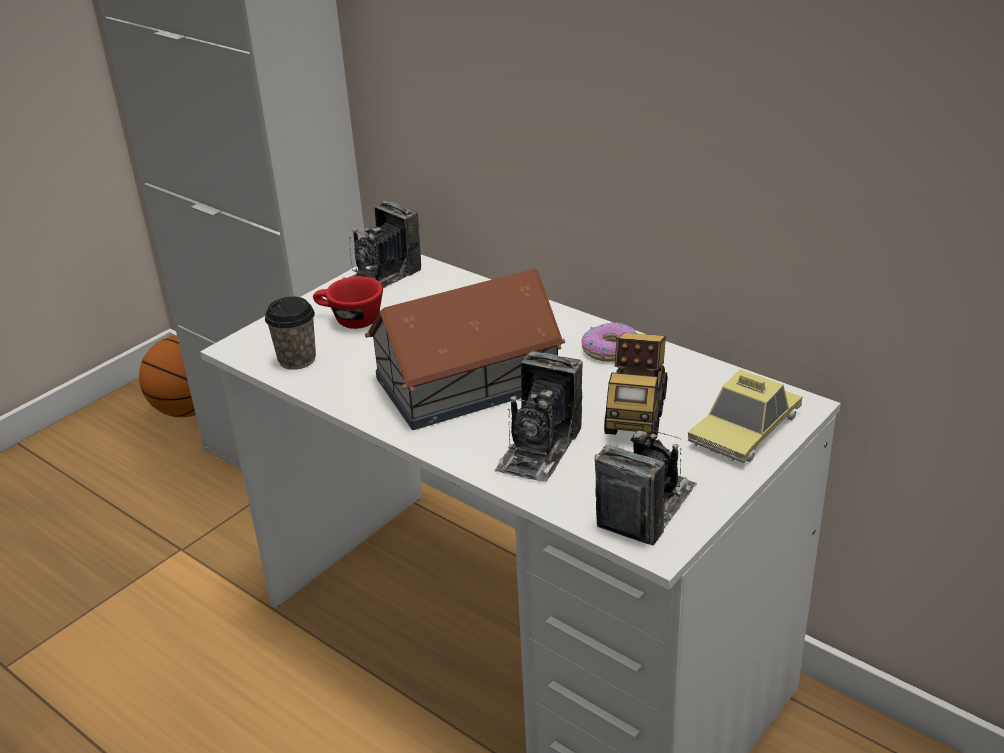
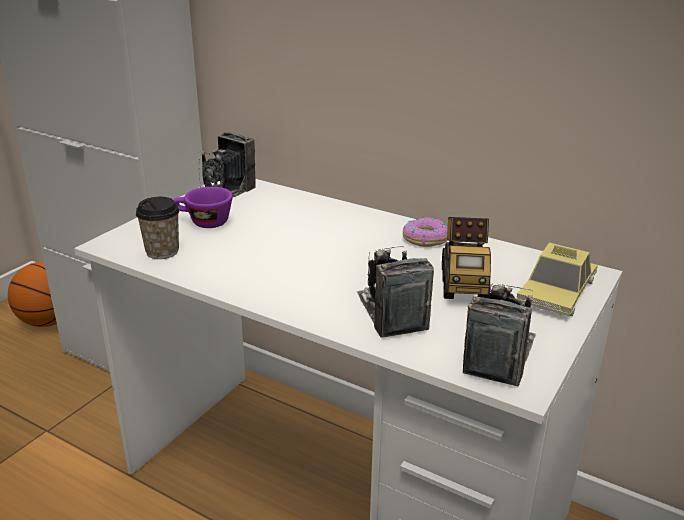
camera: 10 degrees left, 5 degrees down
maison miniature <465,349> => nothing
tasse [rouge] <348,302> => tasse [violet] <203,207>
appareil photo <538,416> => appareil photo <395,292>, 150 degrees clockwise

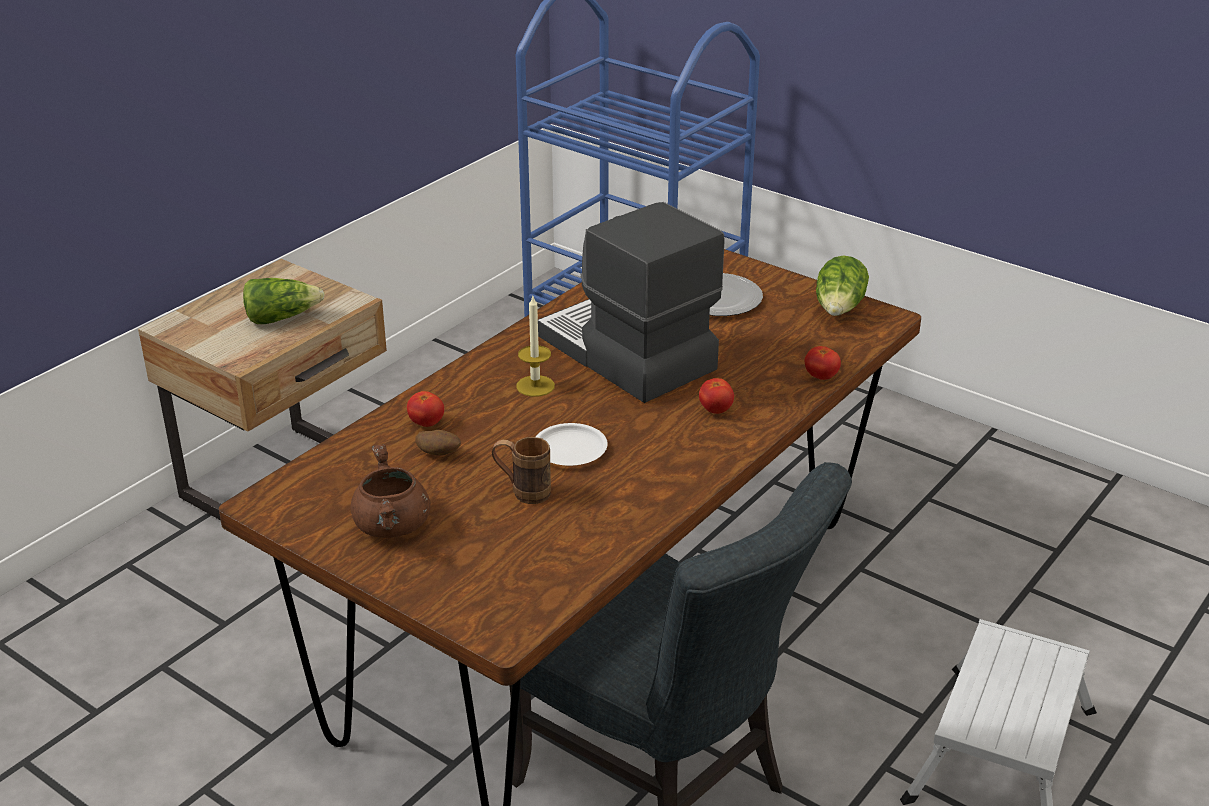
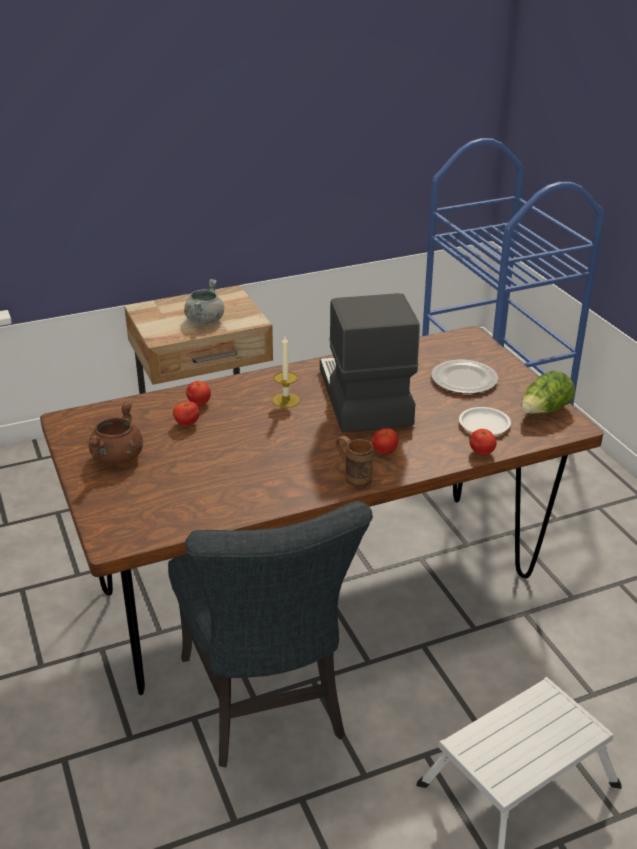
camera: 30 degrees right, 0 degrees up
laitue <284,301> => marmite [gris] <204,301>
assiette [blanc] <572,444> => assiette [blanc] <485,421>, relocated
pomme de terre <438,443> => tomate <186,413>
mug [marron] <521,470> => mug [marron] <354,461>, relocated

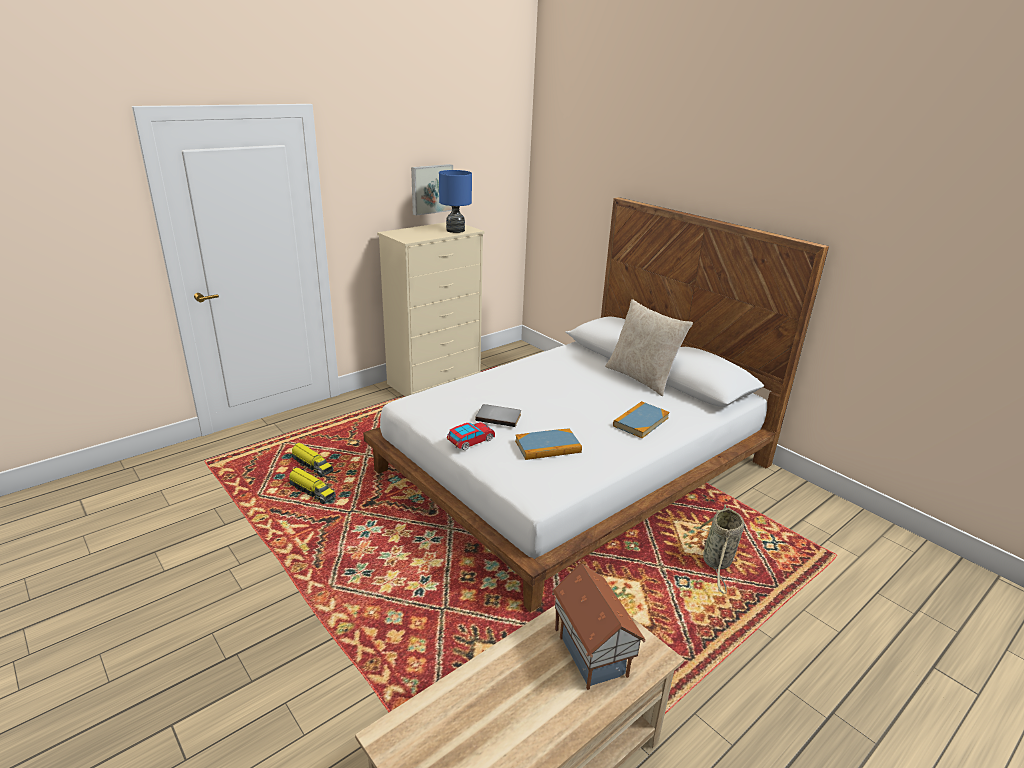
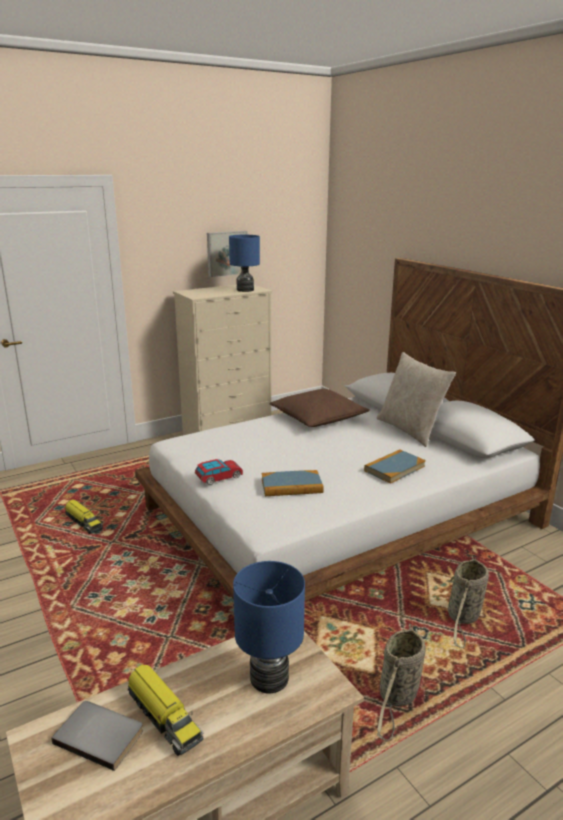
camera: 10 degrees right, 5 degrees down
livre [gris] <498,415> => livre [gris] <97,736>, relocated
camion jouet <313,460> => camion jouet <165,710>, relocated
maison miniature <598,626> => lampe de table [bleu] <269,627>
nothing => coussin [marron] <319,408>
nothing => panier <401,682>

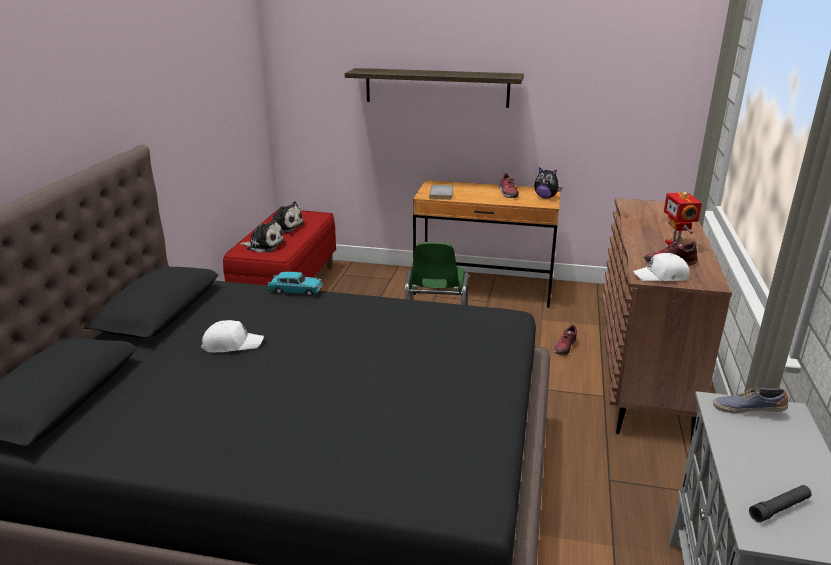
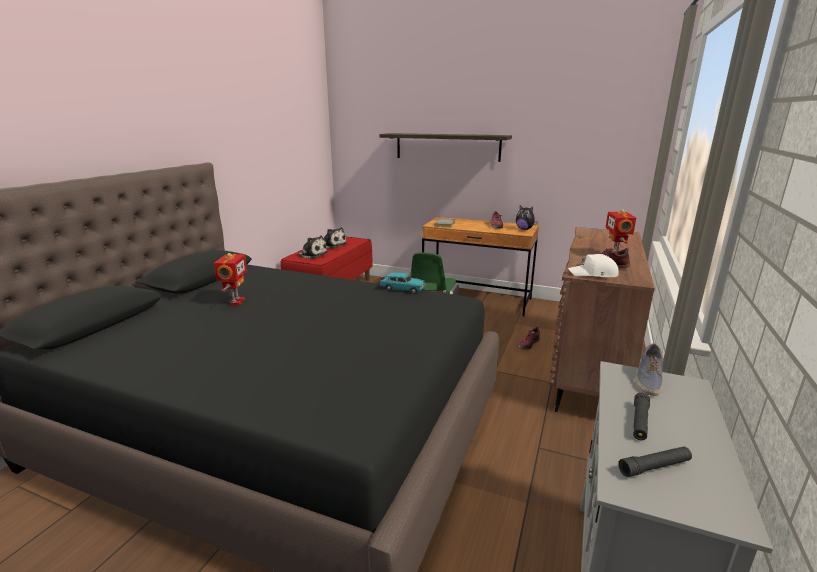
camera: 10 degrees right, 5 degrees down
petite voiture [turquoise] <295,284> => petite voiture [turquoise] <402,283>, relocated
casquette [blanc] <232,336> => robot jouet <230,279>
chaussure <750,400> => chaussure <649,369>, 90 degrees counterclockwise
nothing => lampe de poche [noir] <641,416>

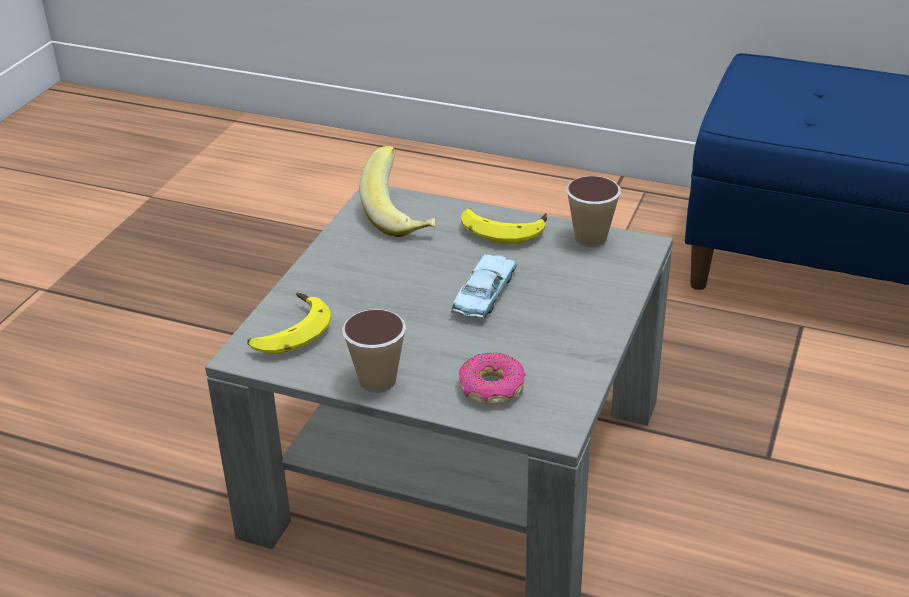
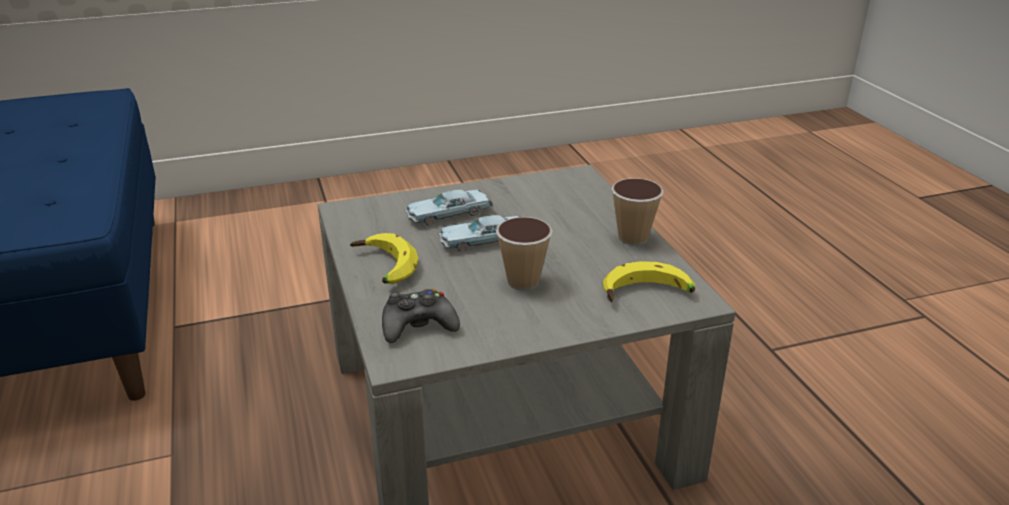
camera: 130 degrees left, 5 degrees down
banane <397,191> => manette [noir] <421,316>
tasse <594,211> => tasse <524,254>, relocated
beignet <492,378> => nothing
nothing => petite voiture [bleu] <449,207>

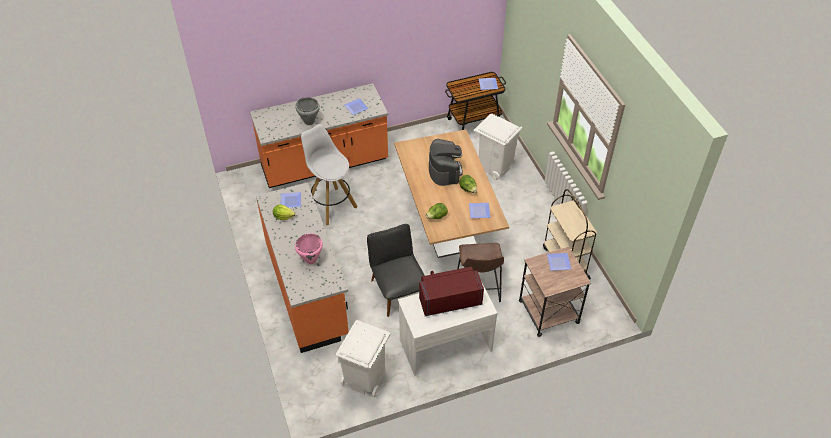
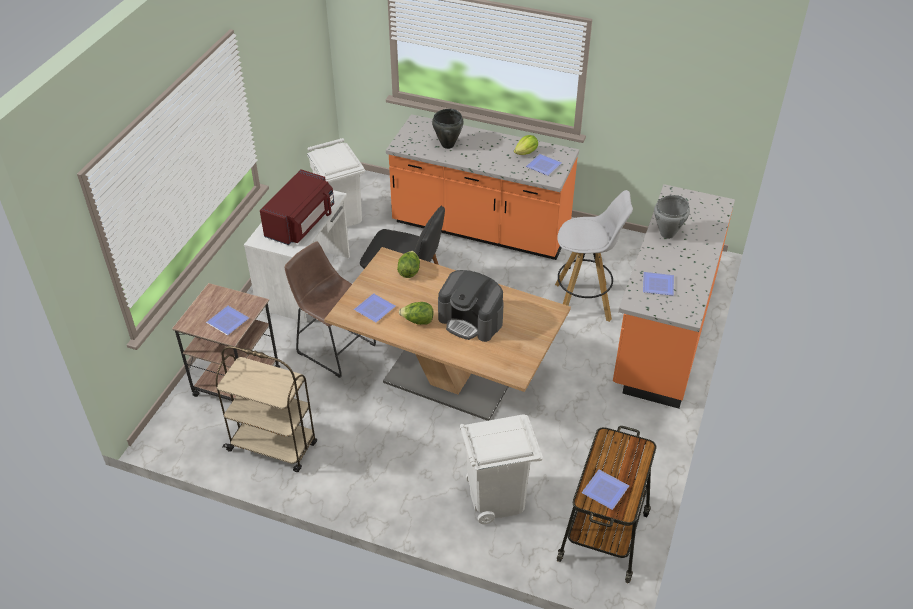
camera: 130 degrees right, 5 degrees down
marmite [rose] <309,248> => marmite [noir] <448,129>

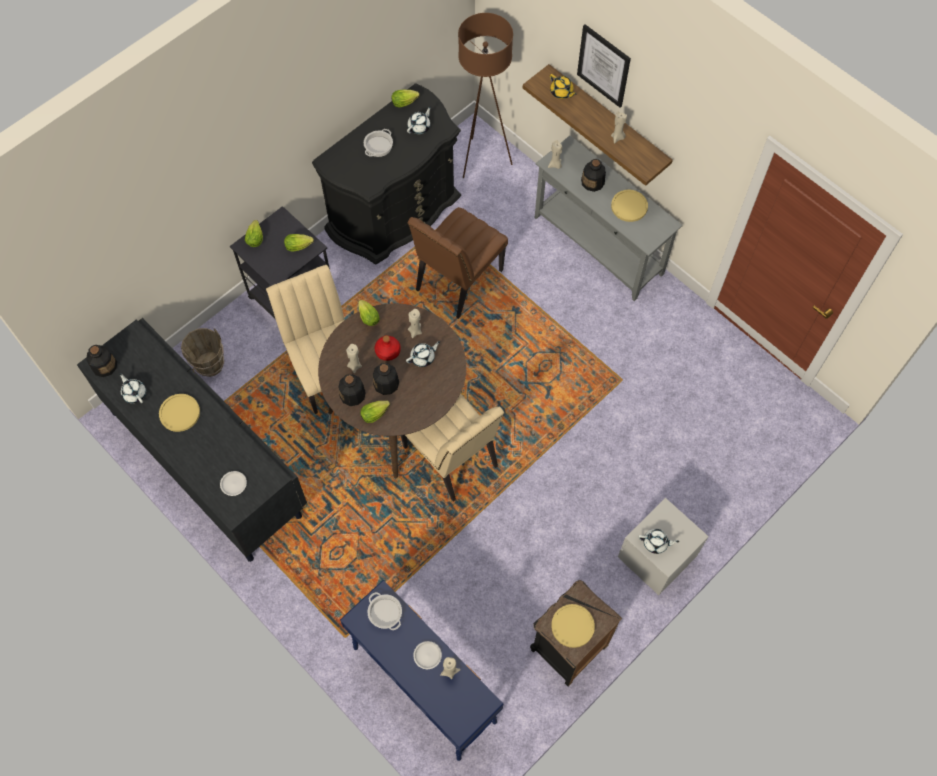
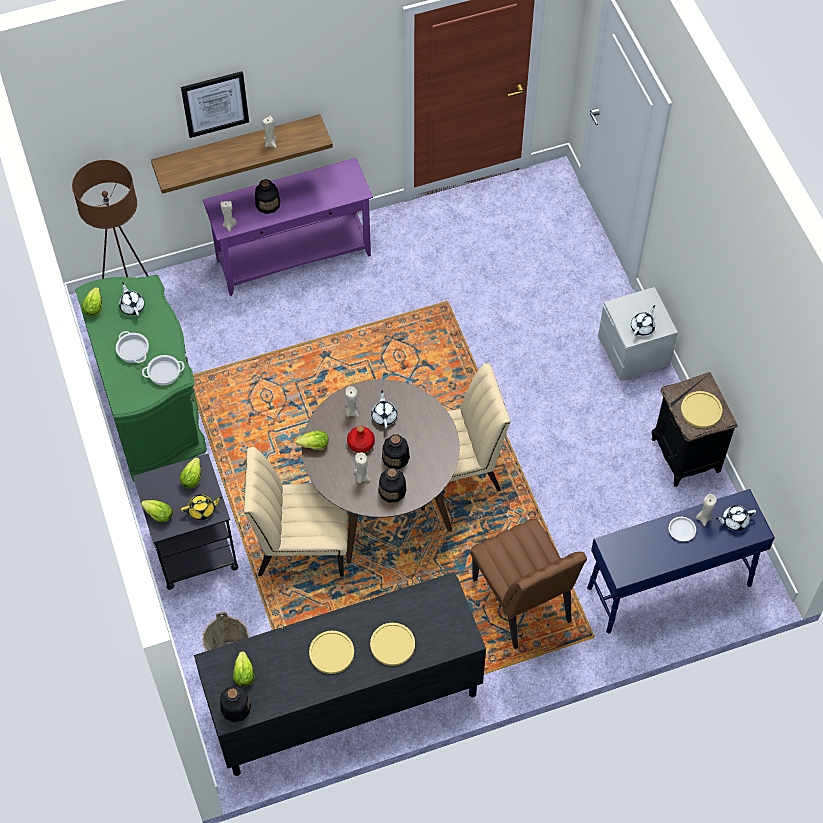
camera: 65 degrees left, 5 degrees down
théière [jaune] <563,86> => théière [jaune] <201,507>, relocated
commode [noir] <386,174> => commode [vert] <141,378>
table console [gris] <609,218> => table console [violet] <288,227>
assiette [jaune] <629,206> => assiette [jaune] <392,644>, relocated
chaise [marron] <458,263> => chaise [marron] <528,584>, relocated
théière [blanc] <132,388> => théière [blanc] <736,518>, relocated
laitue <375,412> => laitue <243,668>, relocated
assiette [blanc] <233,483> => nothing
marmite <384,611> => marmite <163,370>, relocated

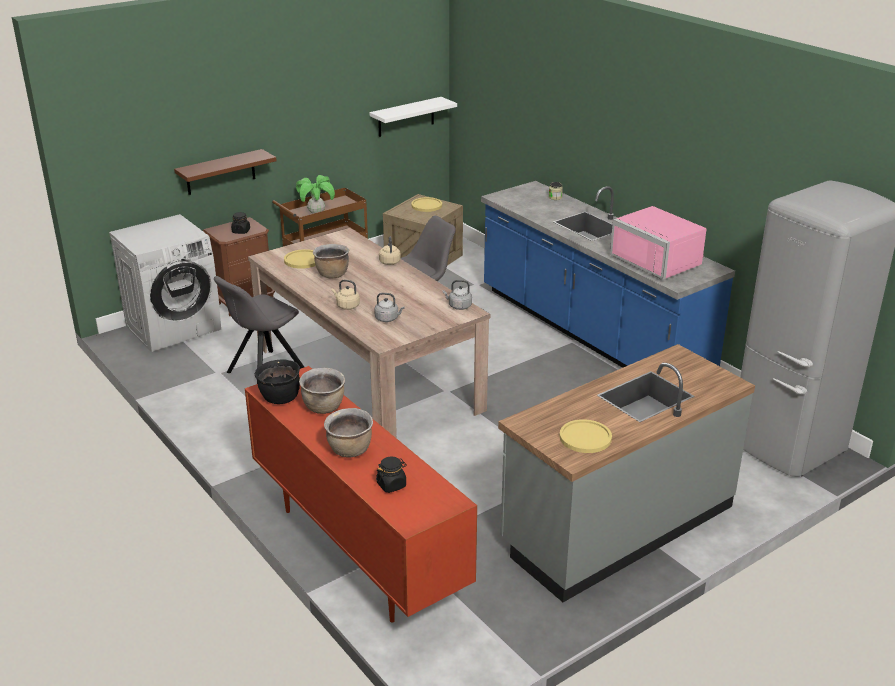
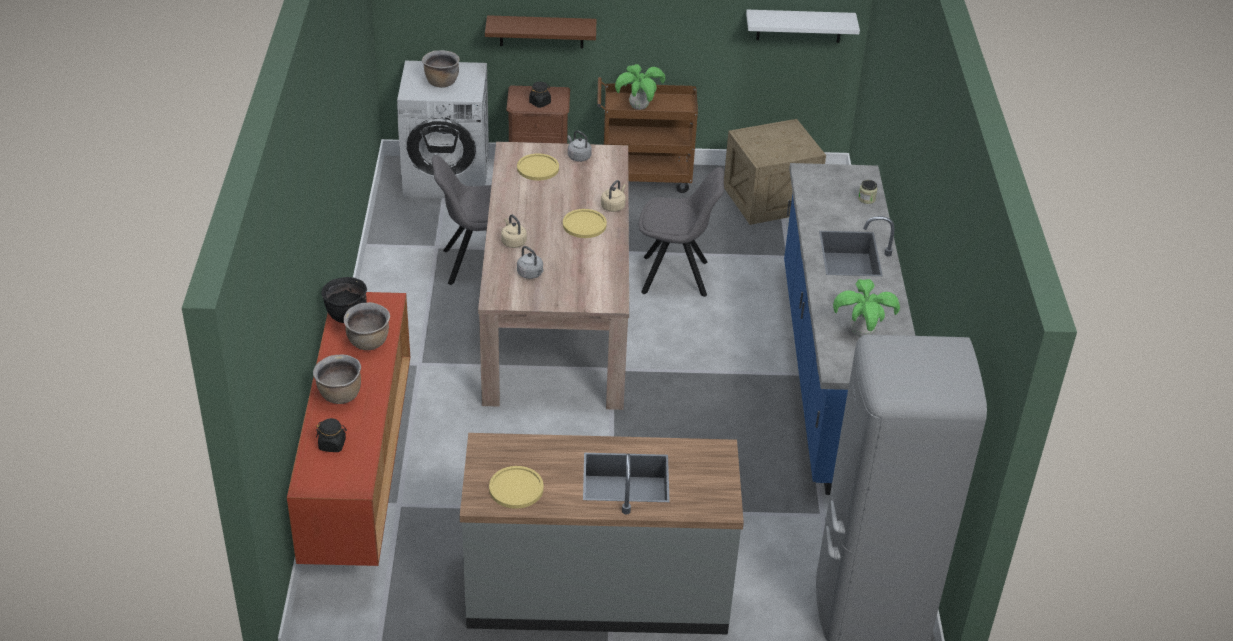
camera: 35 degrees right, 10 degrees up
assiette [jaune] <426,204> => assiette [jaune] <585,223>, relocated
micro-ondes [rose] <658,243> => plante en pot <866,308>
marmite [marron] <331,261> => marmite [marron] <441,69>, relocated
bouilloire [gris] <457,295> => bouilloire [gris] <579,146>, relocated

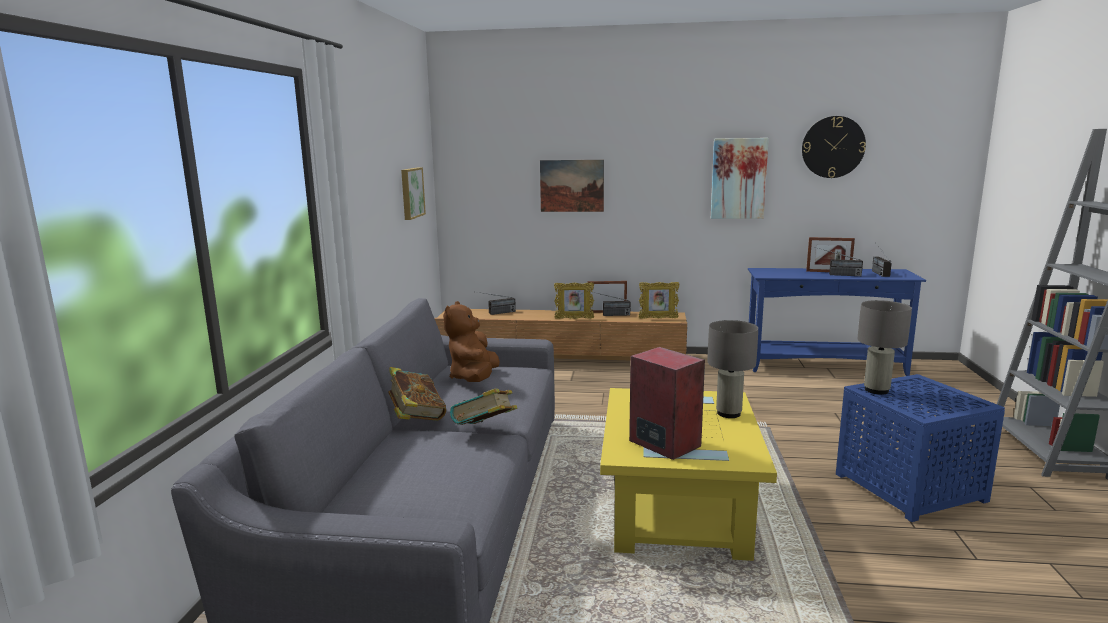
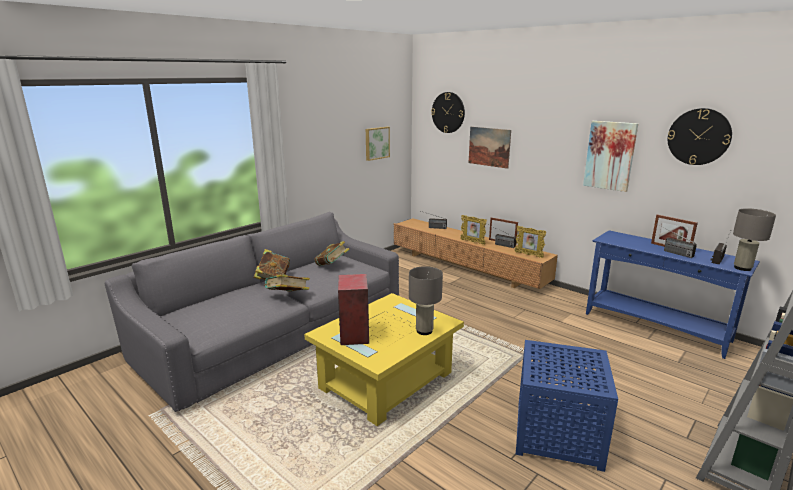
camera: 35 degrees right, 5 degrees up
lampe de table [gris] <885,347> => lampe de table [gris] <754,239>, relocated
peluche [marron] <471,341> => livre <332,253>
nothing => horloge murale <448,112>

